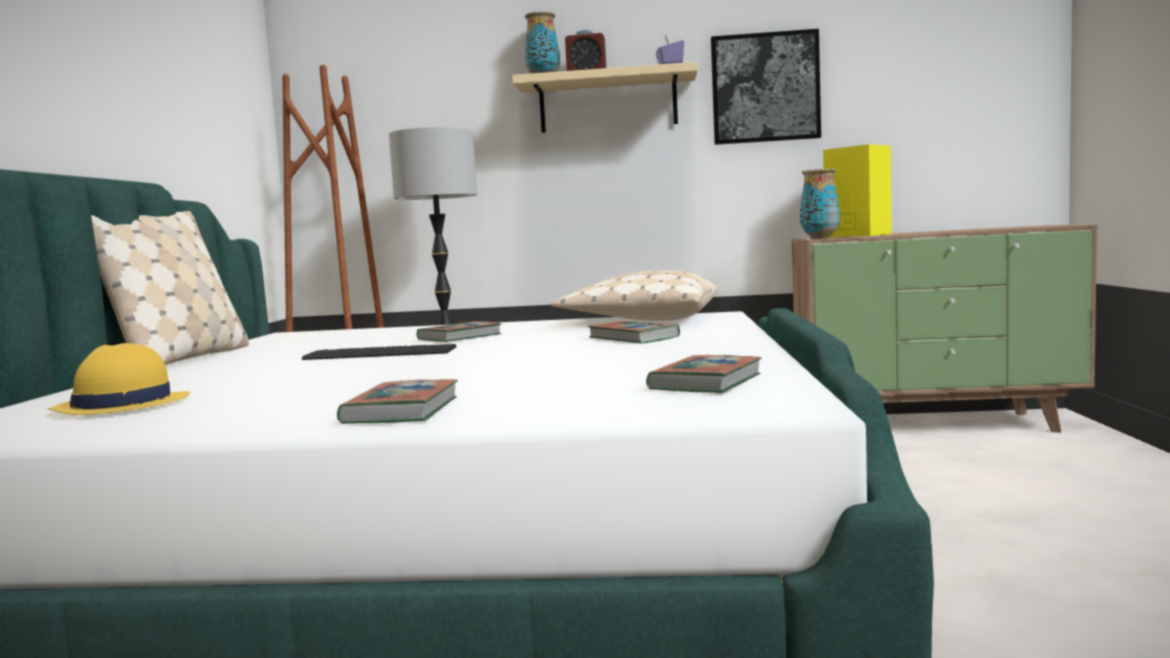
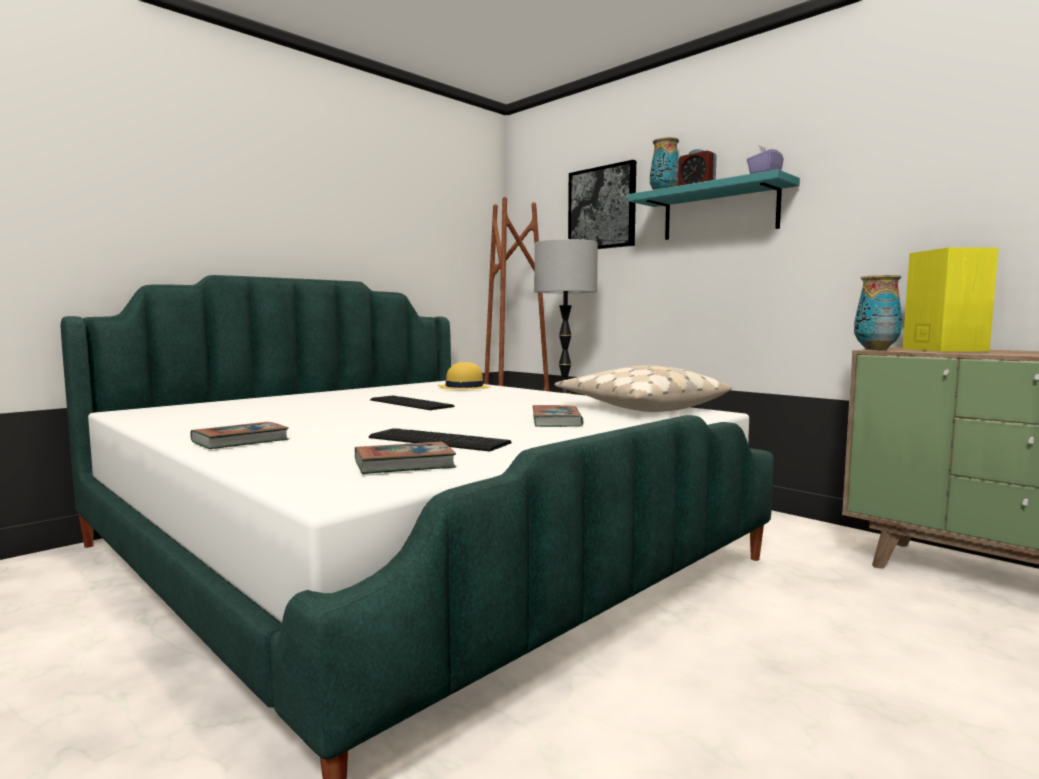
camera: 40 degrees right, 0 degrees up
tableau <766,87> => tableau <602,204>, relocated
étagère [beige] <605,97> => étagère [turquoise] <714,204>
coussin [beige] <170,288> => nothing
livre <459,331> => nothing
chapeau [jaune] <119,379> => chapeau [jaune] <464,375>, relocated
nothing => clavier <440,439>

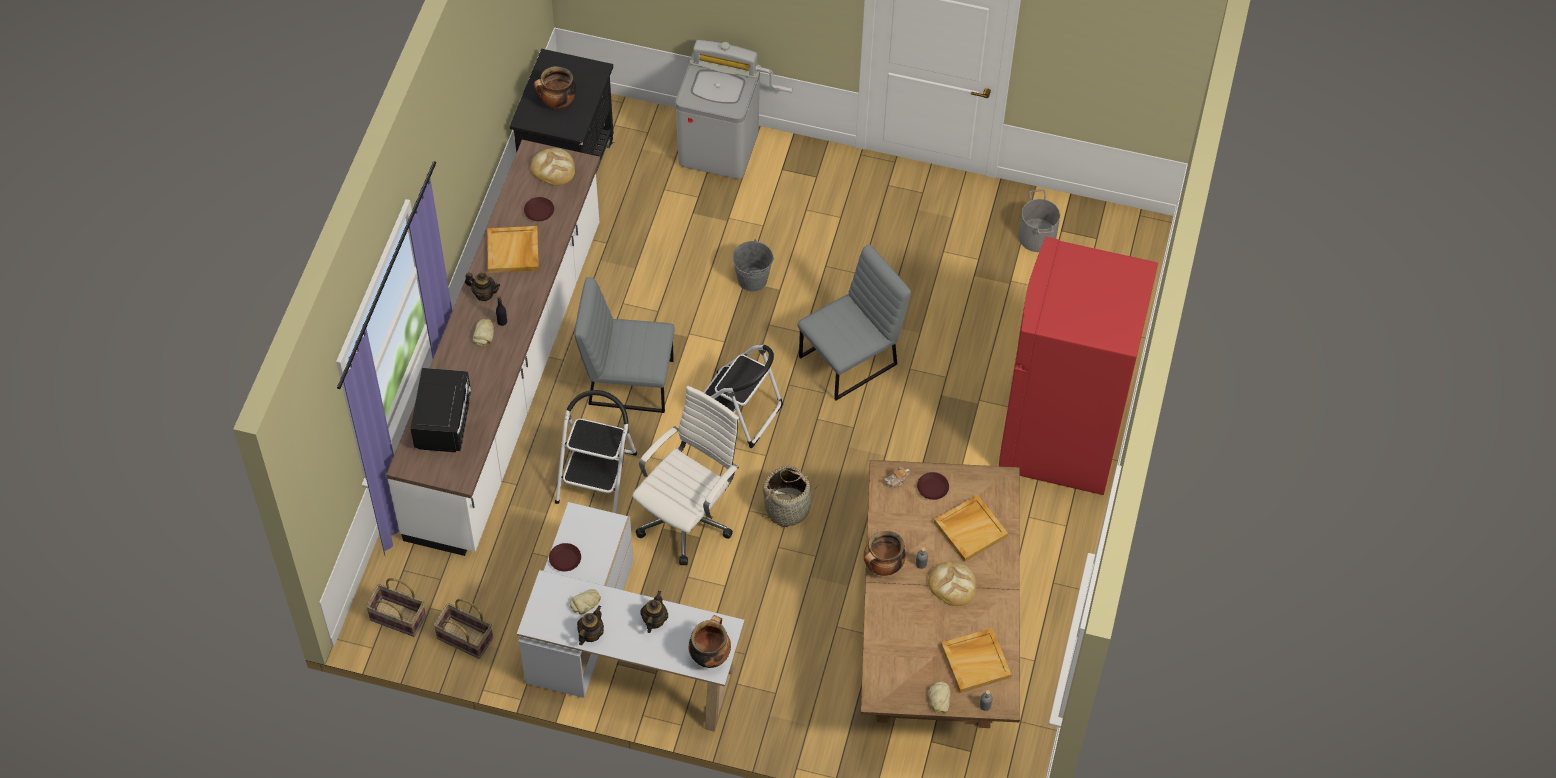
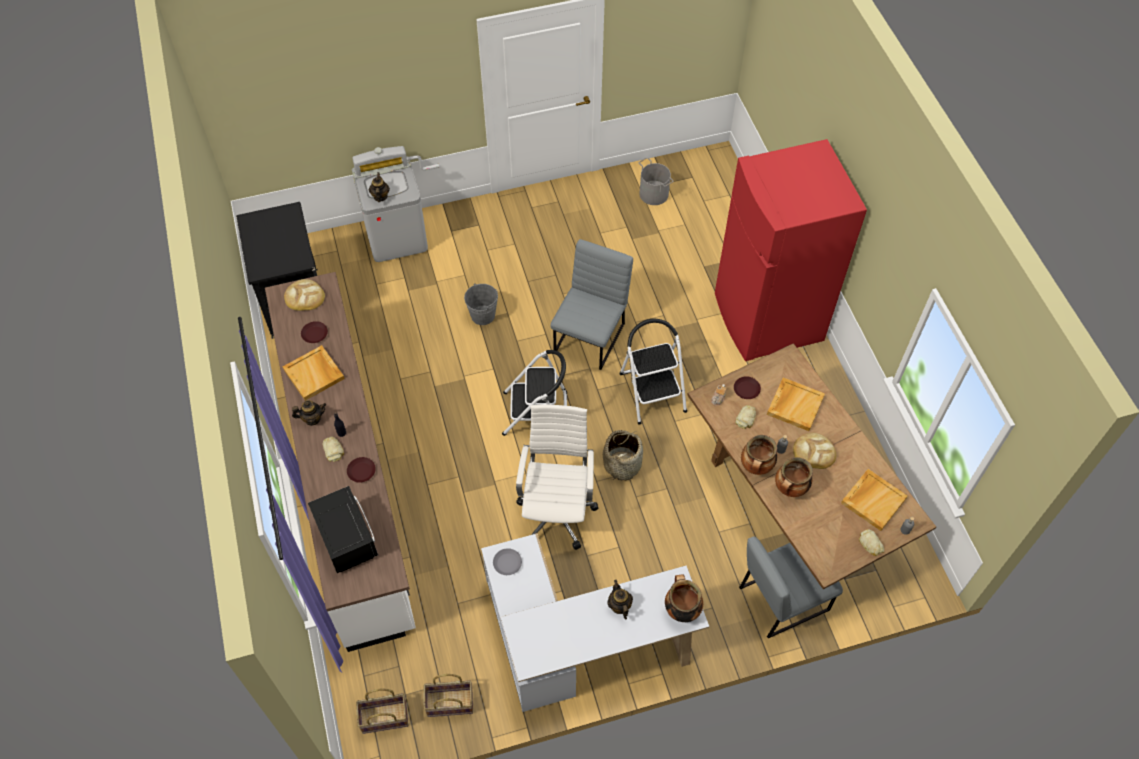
camera: 30 degrees left, 0 degrees up
marmite <555,87> => marmite <794,477>, relocated
chaise [gris] <624,345> => chaise [gris] <791,587>, relocated
escabeau <596,452> => escabeau <653,371>, relocated
assiette [marron] <565,557> => assiette [marron] <361,470>, relocated
pain <585,602> => pain <745,417>, relocated
théière <590,625> => théière <379,187>, relocated
nothing => assiette [gris] <507,561>

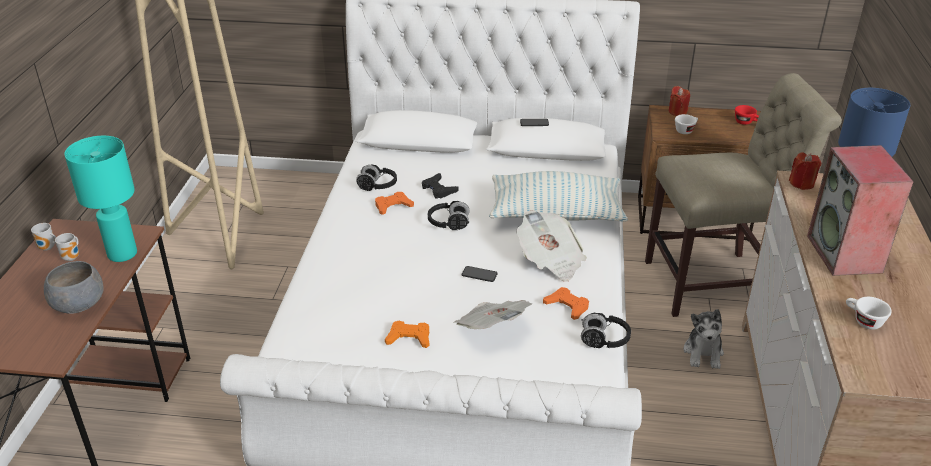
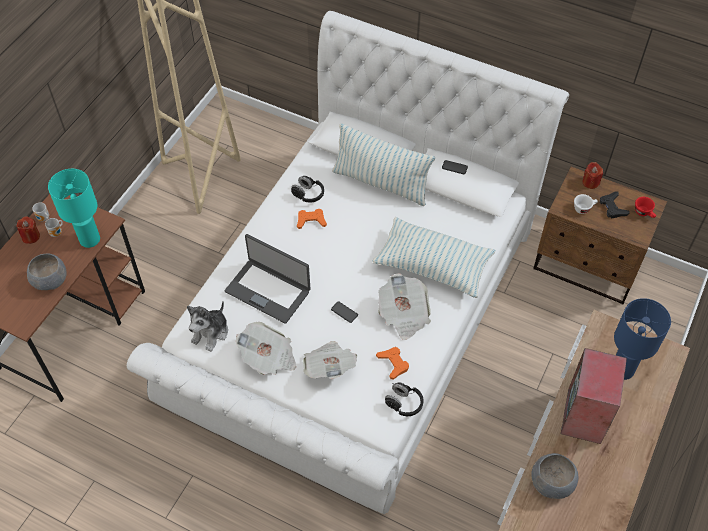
camera: 20 degrees right, 20 degrees up
chaise [beige] <743,195> => nothing
bougie [rouge] <805,171> => bougie [rouge] <28,230>, relocated
manette [noir] <440,186> => manette [noir] <615,204>, relocated
casque audio [noir] <449,215> => nothing
tasse [blanc] <869,313> => bol [gris] <554,476>
peluche <703,339> => peluche <207,326>, relocated
manette [orange] <407,334> => journal <266,348>
nothing => coussin <383,164>
nothing => ordinateur portable <268,279>

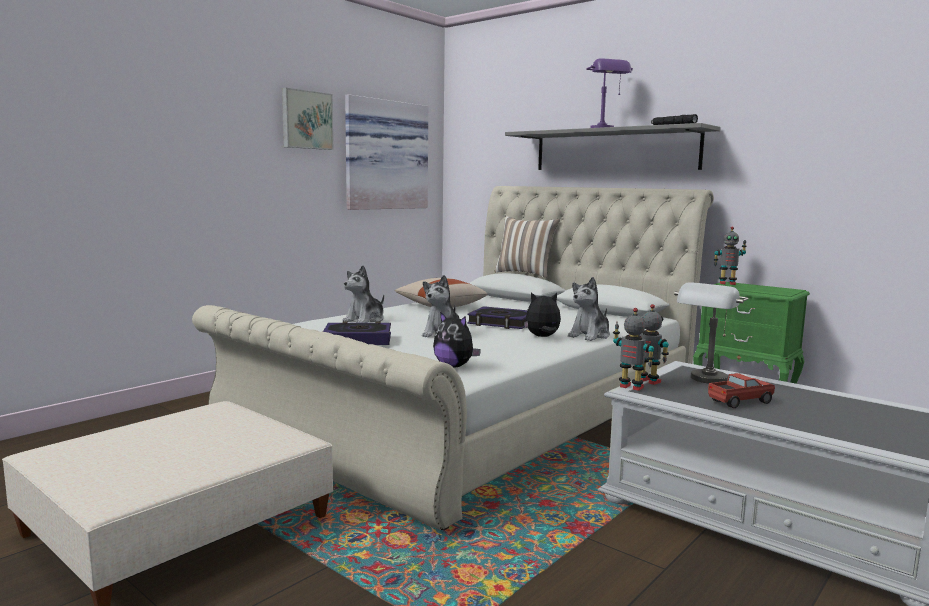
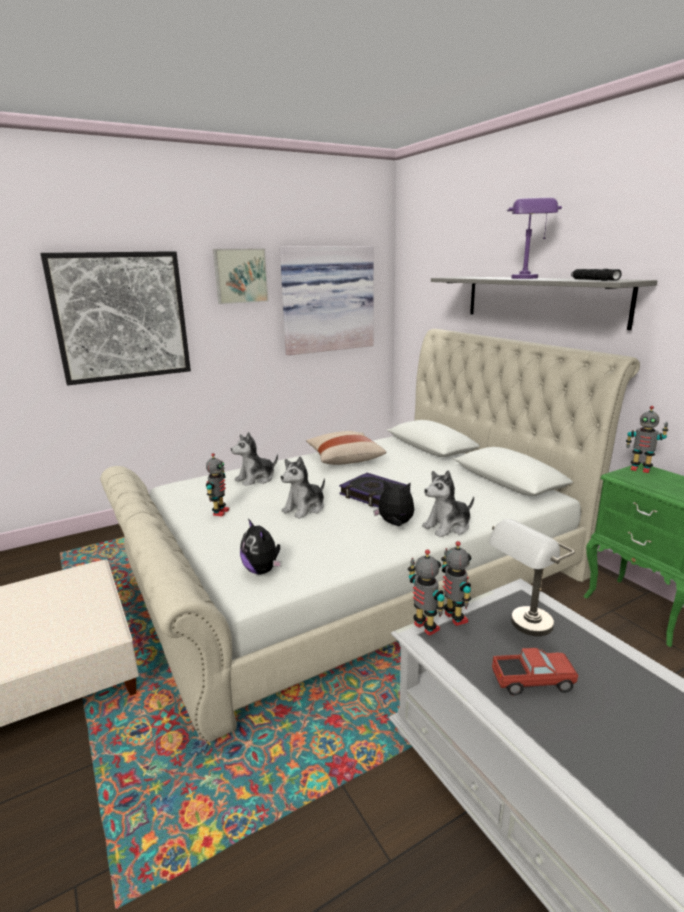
camera: 20 degrees right, 10 degrees up
coussin <527,247> => nothing
livre <357,333> => robot jouet <217,484>
nothing => tableau <115,318>

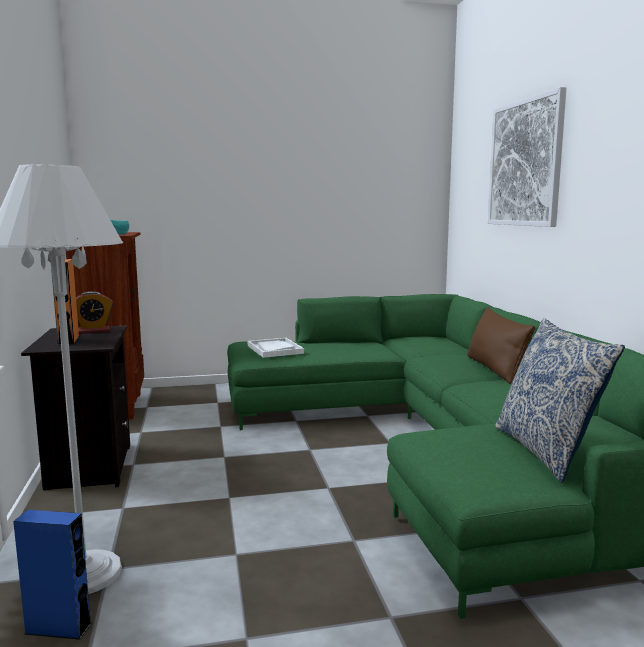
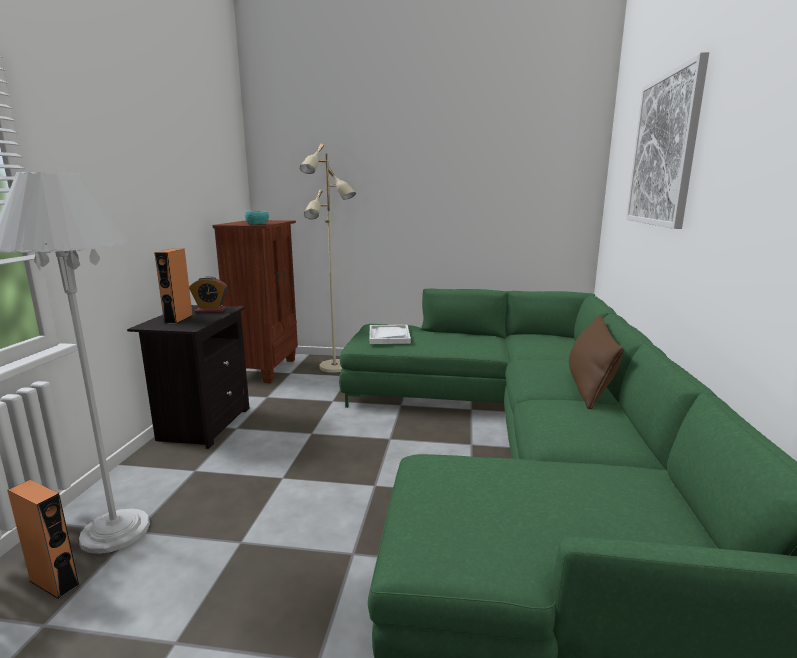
camera: 20 degrees right, 5 degrees up
coussin <560,400> => nothing
enceinte [bleu] <52,575> => enceinte [orange] <43,539>
nothing => lampadaire [beige] <328,258>

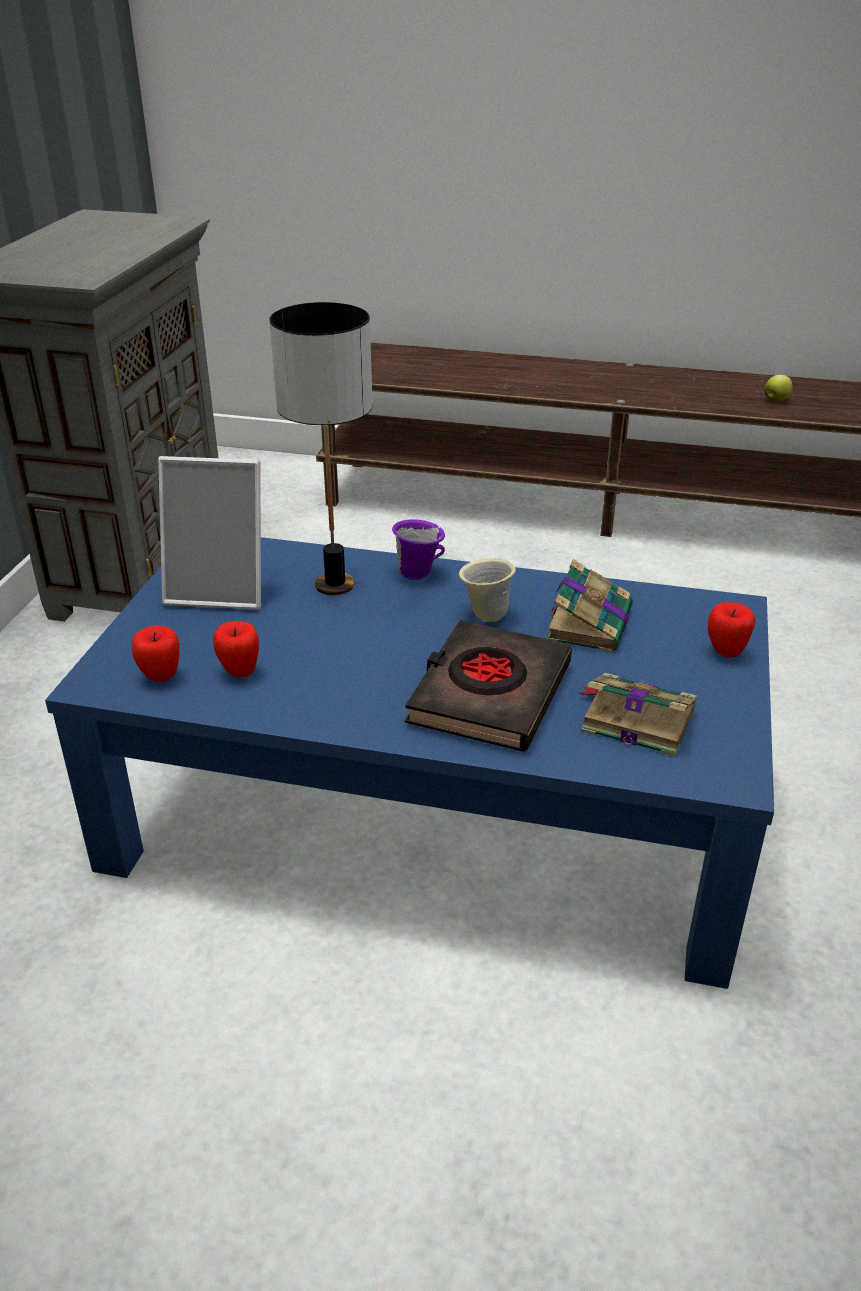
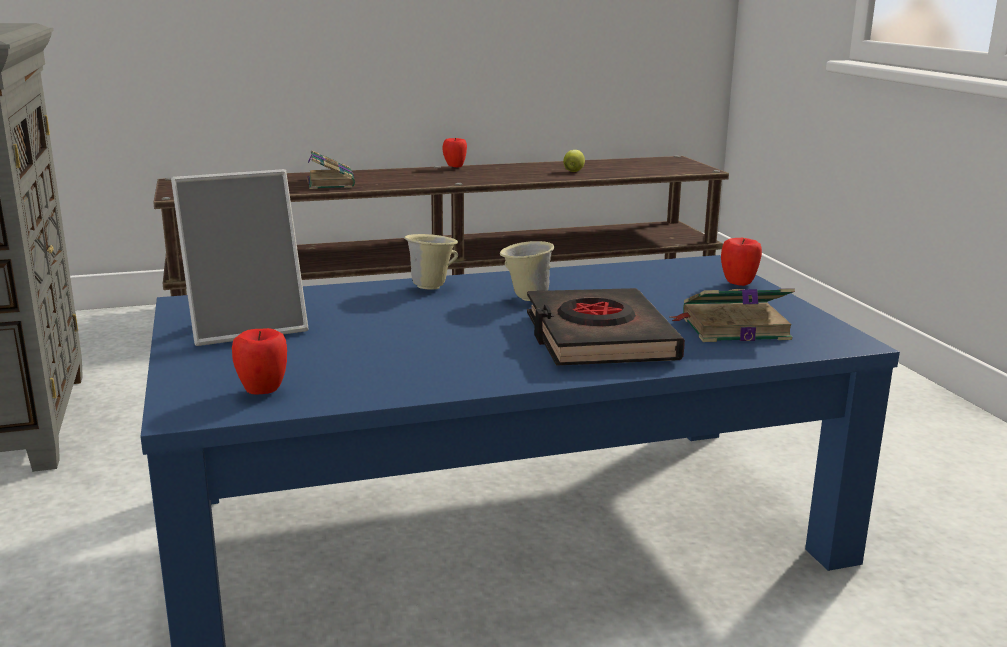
camera: 30 degrees left, 15 degrees down
lampe de table <321,448> => nothing
mug [violet] <418,549> => mug [beige] <431,261>
livre <589,606> => livre <331,169>, relocated
pomme <236,649> => pomme <455,152>, relocated

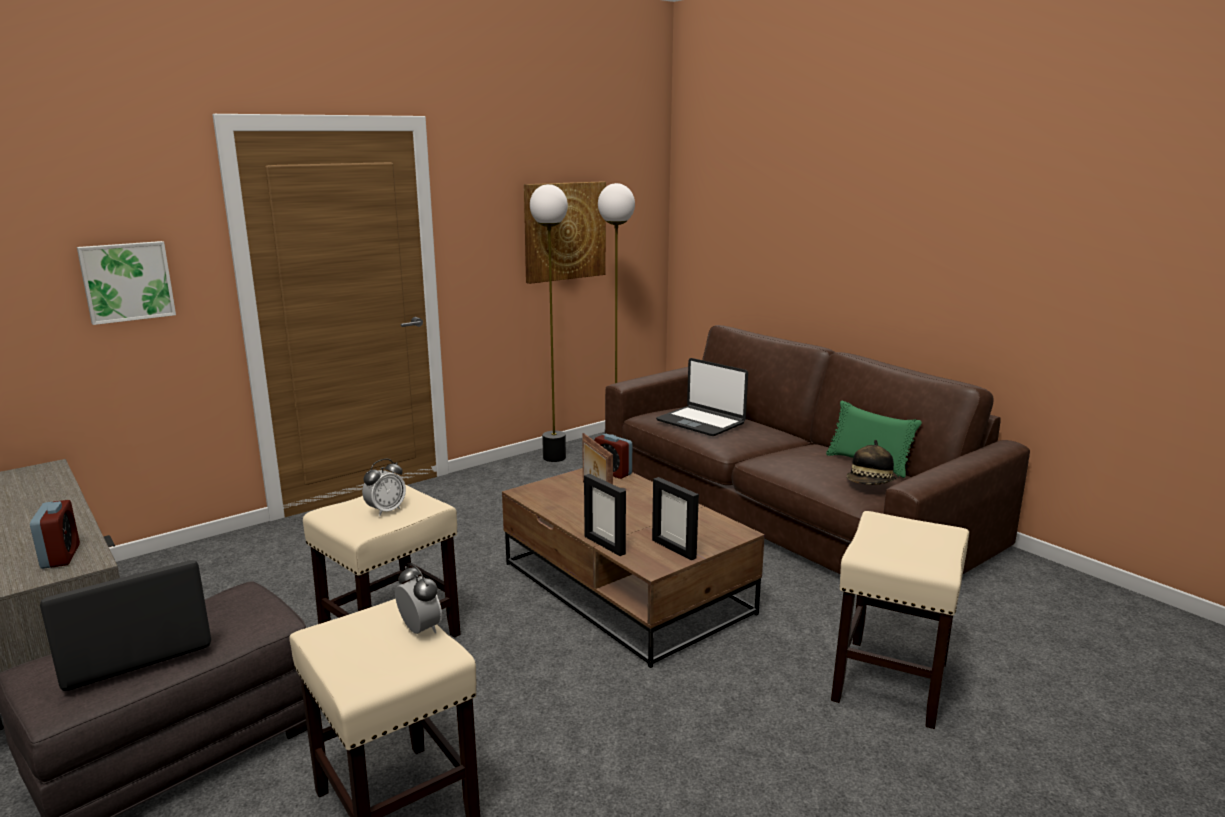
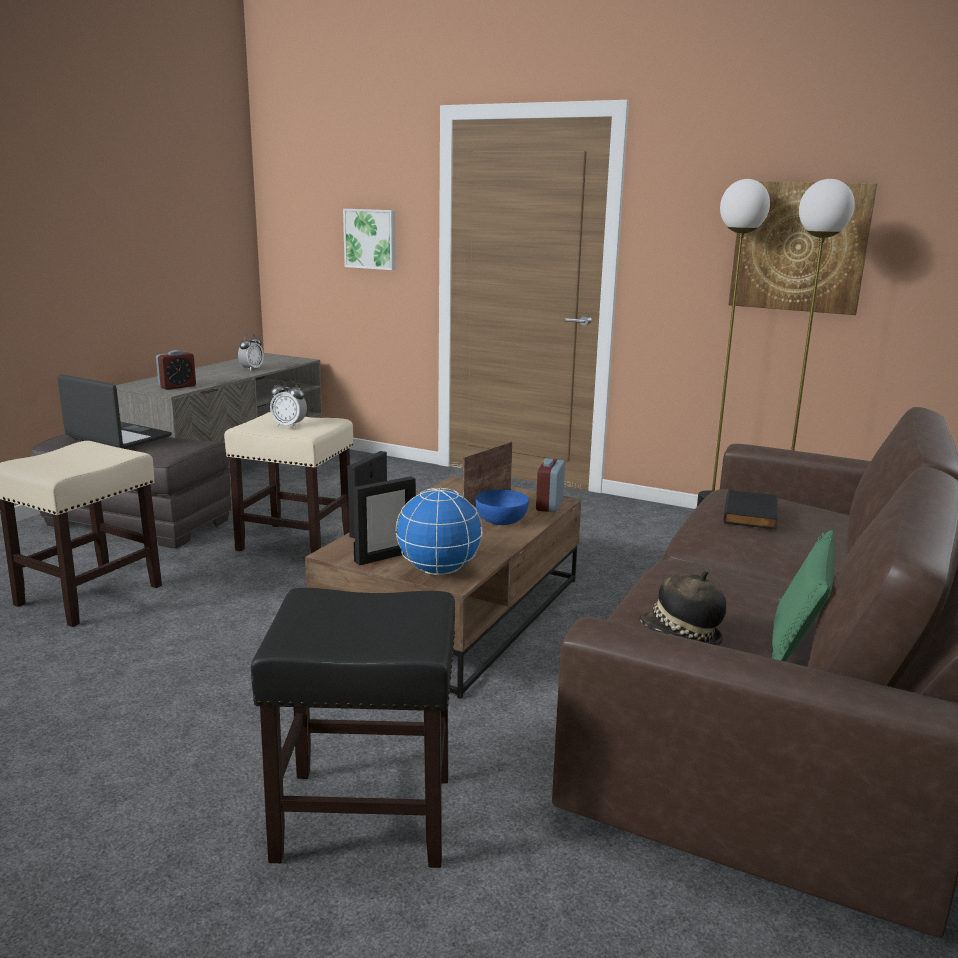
camera: 65 degrees right, 0 degrees up
ordinateur portable <702,397> => livre [noir] <751,509>
cadre photo <675,519> => cadre photo <384,521>, 150 degrees counterclockwise
tabouret [beige] <900,620> => tabouret [noir] <353,728>
réveil <418,598> => réveil <251,352>, relocated
nothing => globe <439,531>
nothing => bol [bleu] <502,507>

